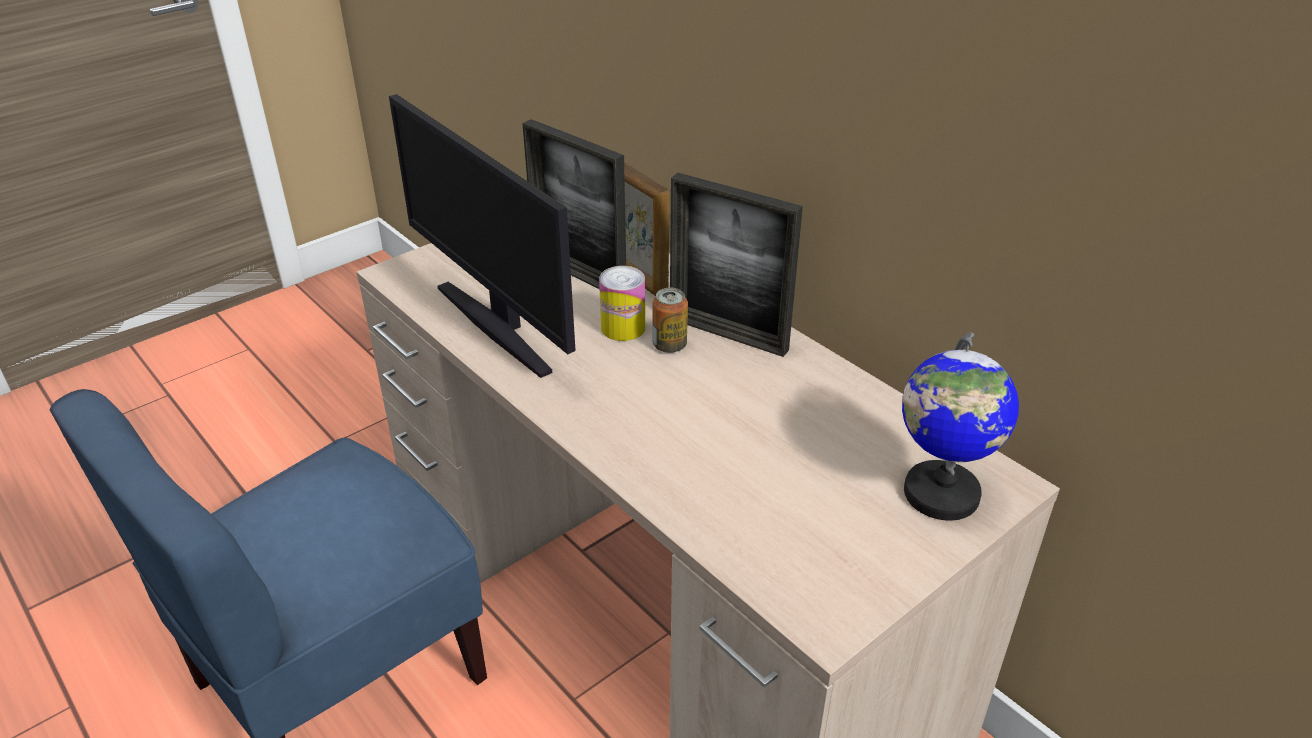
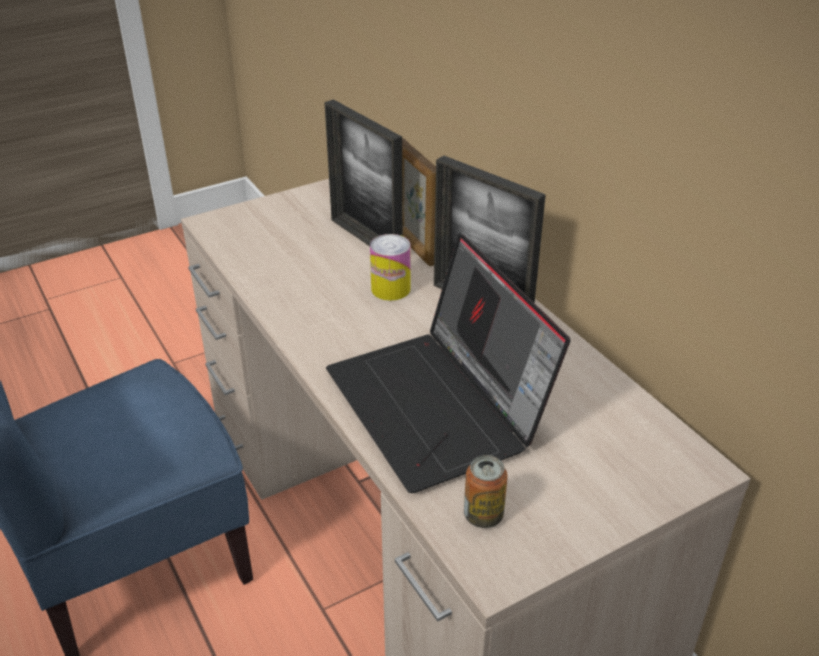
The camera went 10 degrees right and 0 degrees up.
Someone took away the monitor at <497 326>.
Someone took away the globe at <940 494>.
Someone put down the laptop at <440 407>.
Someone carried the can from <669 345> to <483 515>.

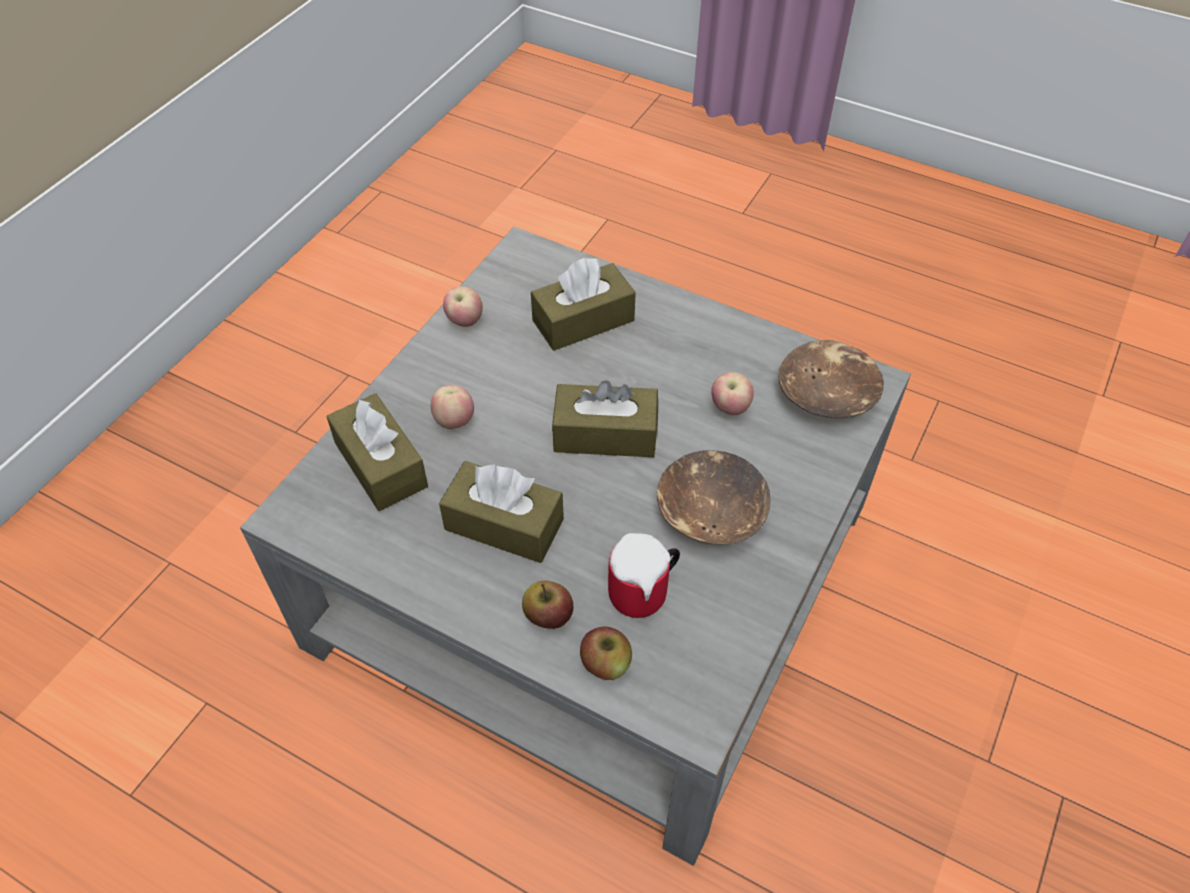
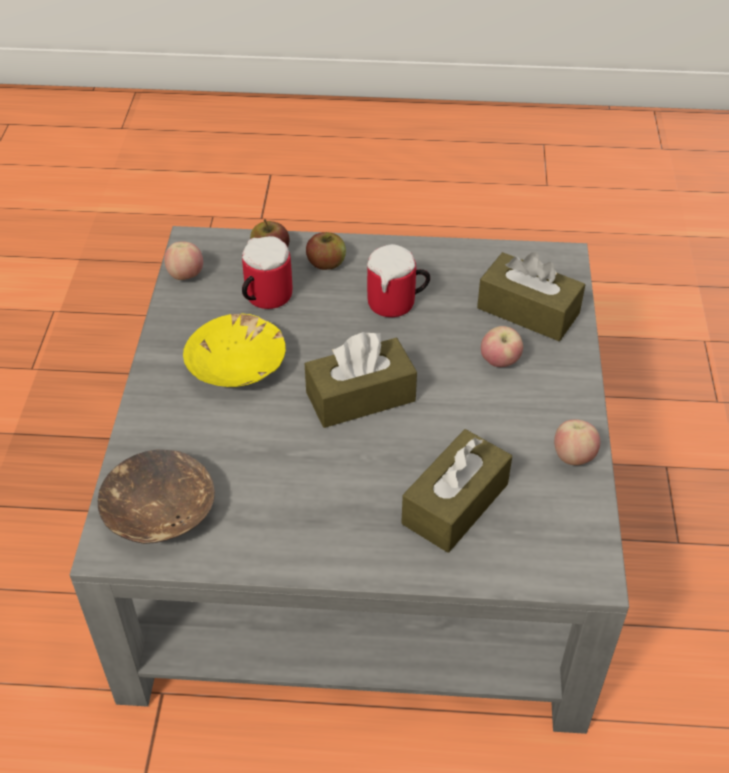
The camera went 155 degrees right and 5 degrees down.
Someone carried the apple from <730 408> to <186 276>.
Someone swapped the brown tissue box at <504 524> for the mug at <398 304>.
Someone repainted the brown bowl at <709 510>, which became the yellow bowl at <237 366>.

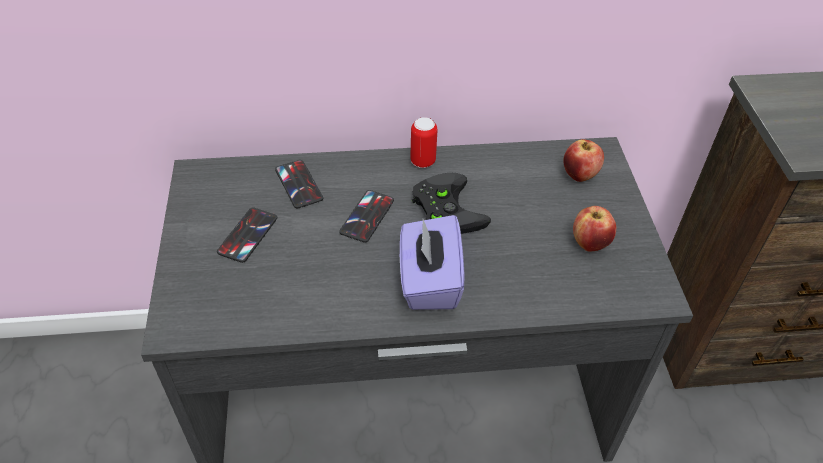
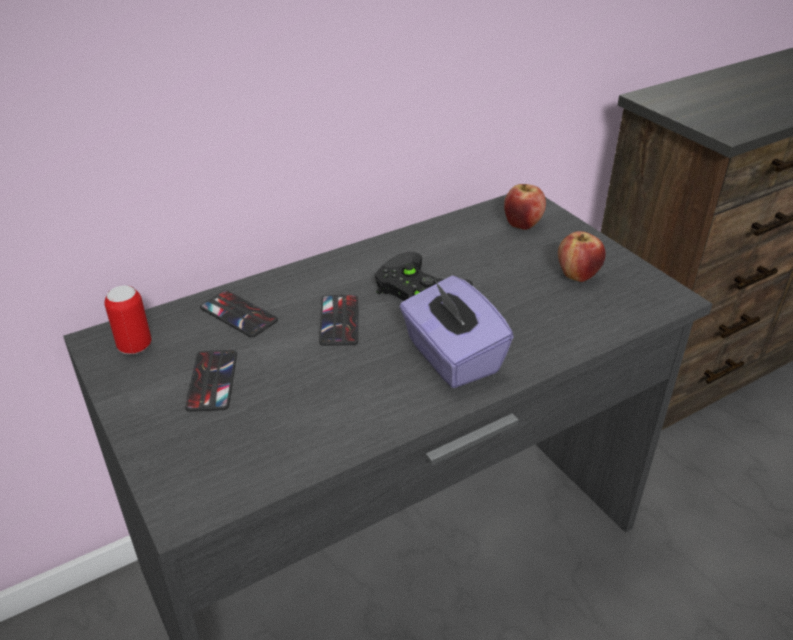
The camera went 25 degrees left and 10 degrees down.
Someone carried the can from <423 161> to <135 346>.

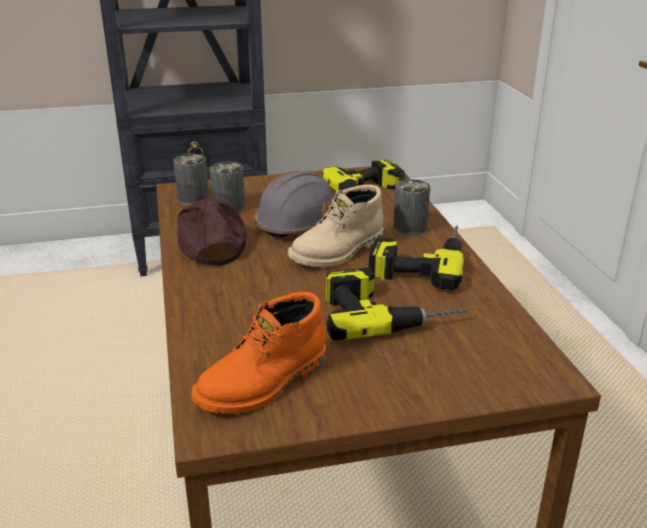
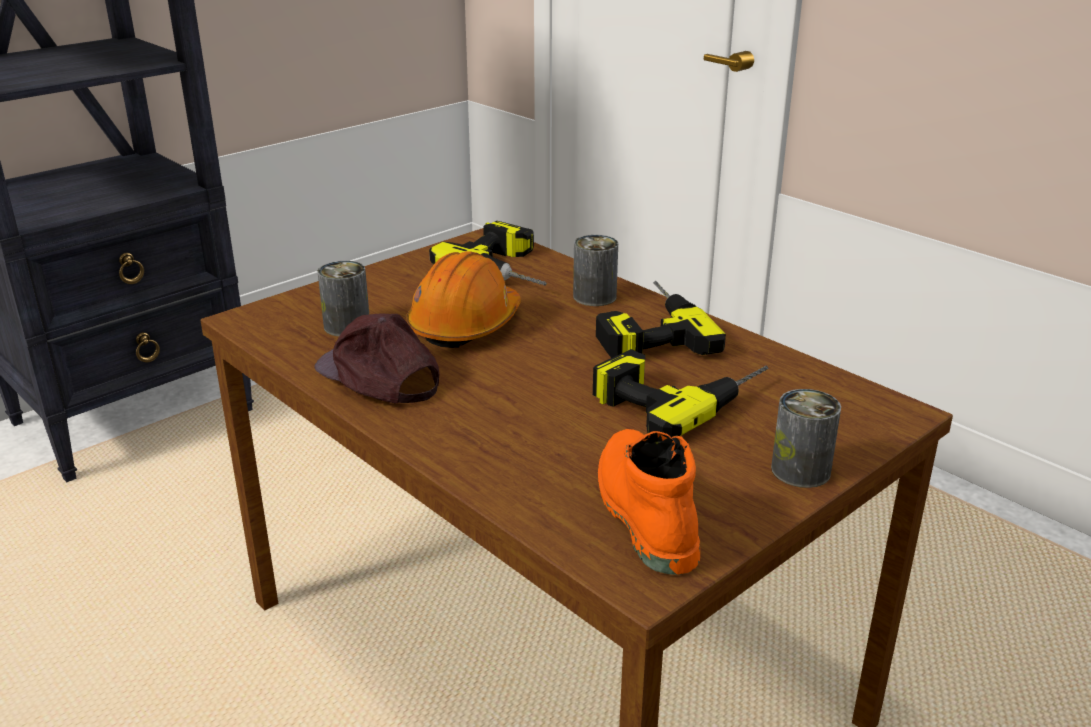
The camera went 30 degrees left and 0 degrees up.
Someone took away the beige boot at <338 252>.
Someone carried the can from <193 198> to <800 470>.
Someone repainted the grey hard hat at <300 225>, which became the orange hard hat at <465 325>.
Someone rotated the orange boot at <264 384> by 150 degrees clockwise.

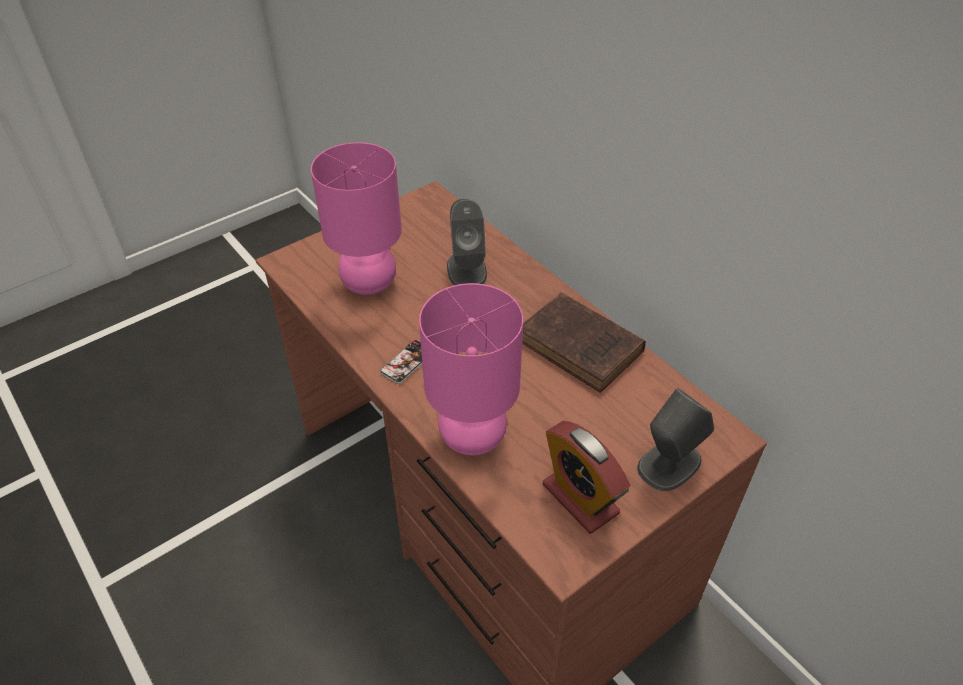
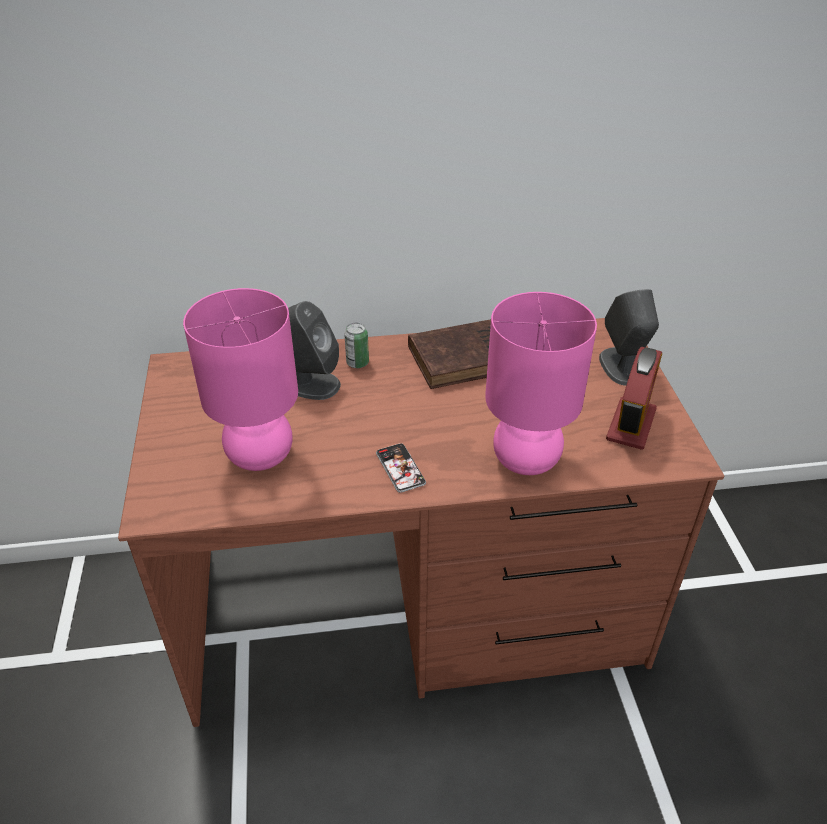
The camera went 60 degrees left and 5 degrees down.
Someone put down the can at <357 363>.
Someone rotated the alarm clock at <580 498> by 60 degrees counterclockwise.

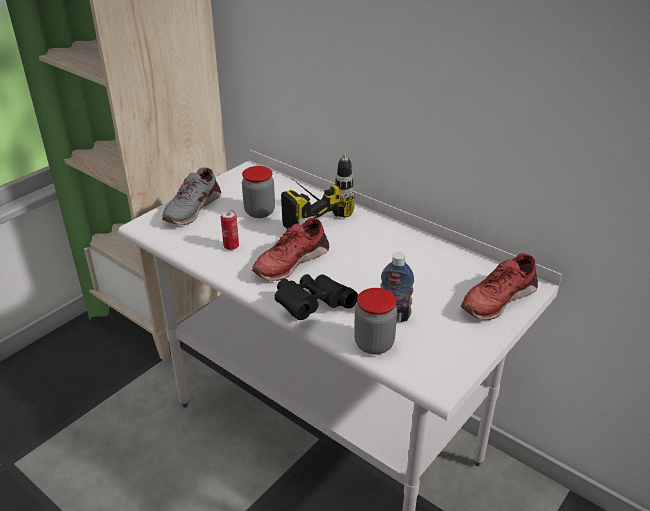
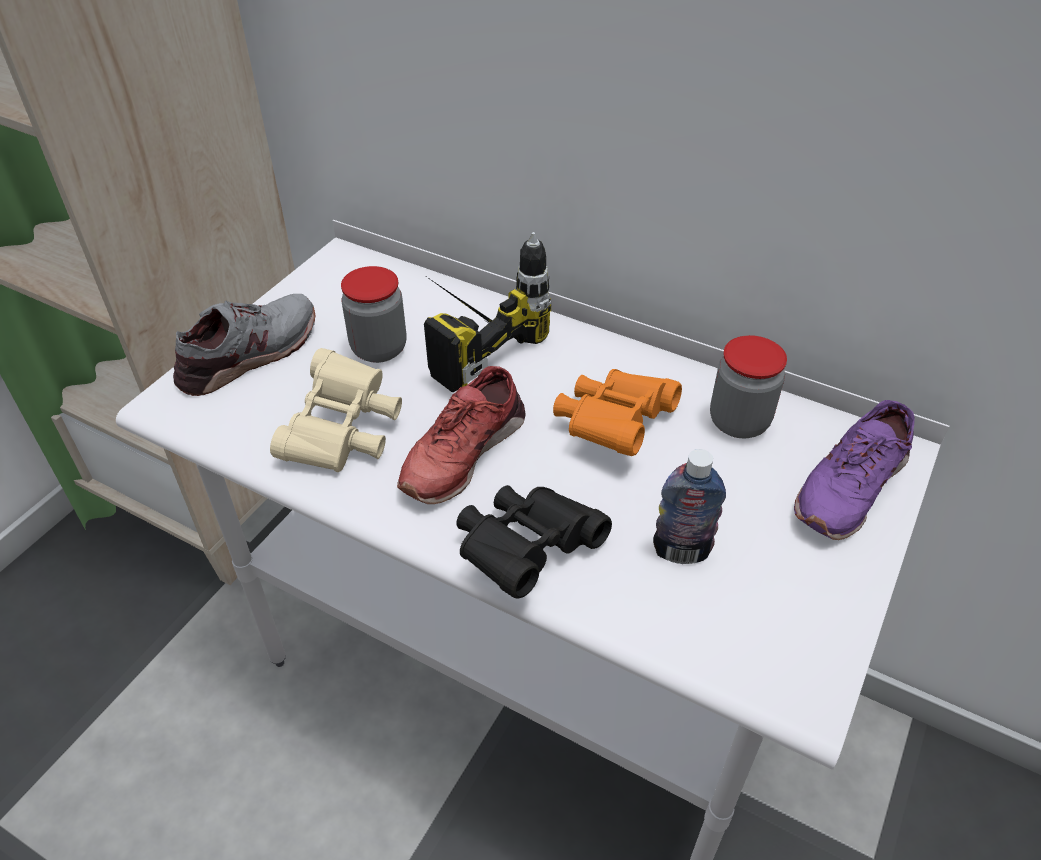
The camera went 10 degrees left and 10 degrees up.
Someone put down the orange binoculars at <613 425>.
Someone carried the jar from <374 344> to <739 422>.
Someone swapped the can at <231 246> for the beige binoculars at <343 433>.
Someone repainted the red shoe at <498 298>, which became the purple shoe at <849 486>.
Someone rotated the grey shoe at <192 208> by 150 degrees counterclockwise.

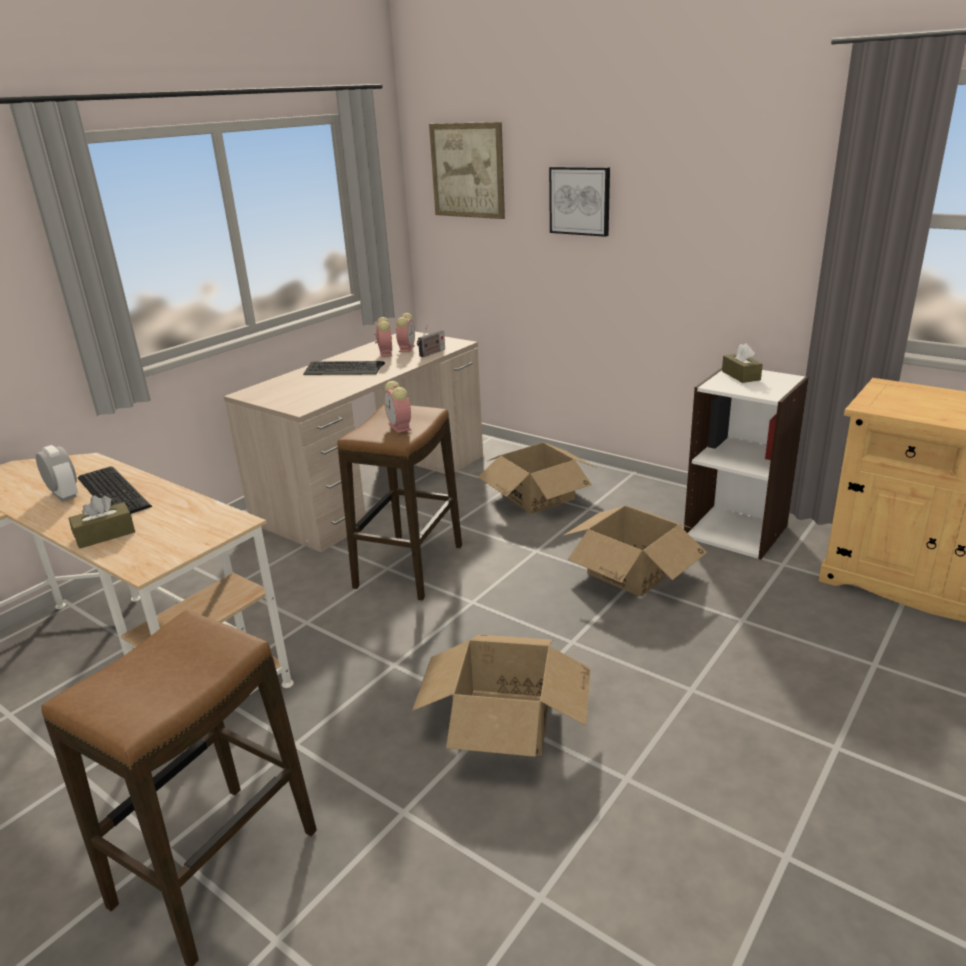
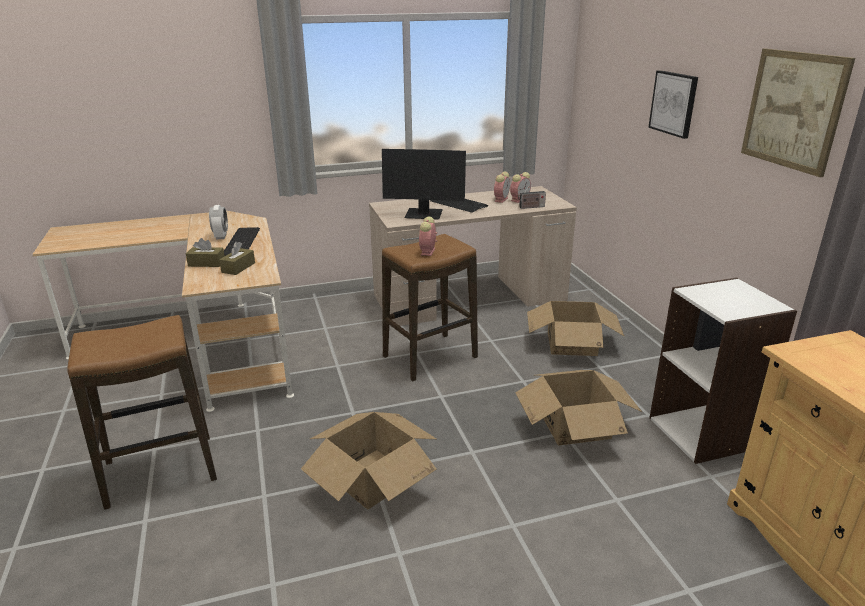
The camera went 35 degrees right and 0 degrees up.
Someone put down the monitor at <424 214>.
Someone carried the picture from <467 170> to <793 110>.
Someone carried the brown tissue box from <740 375> to <238 267>.

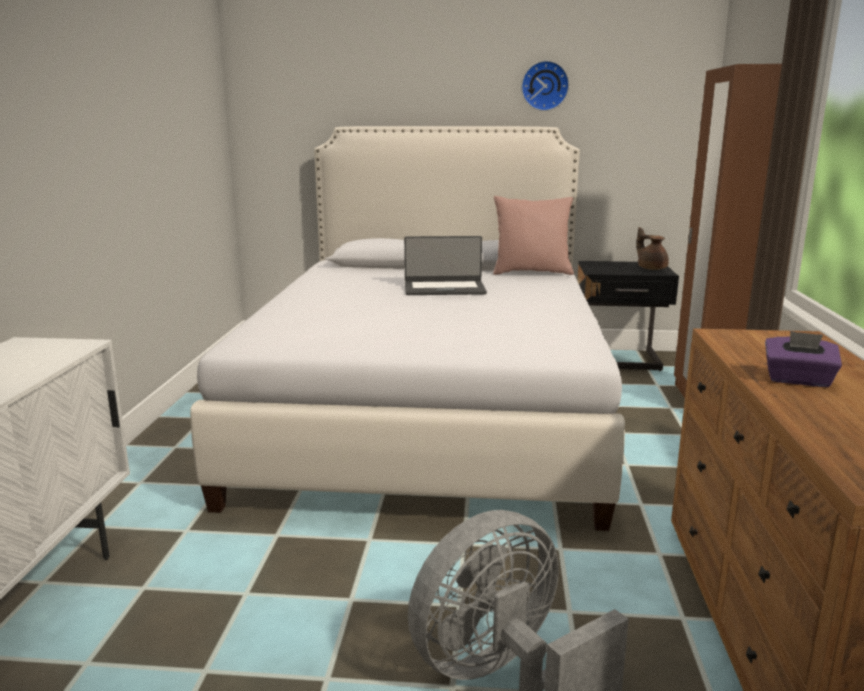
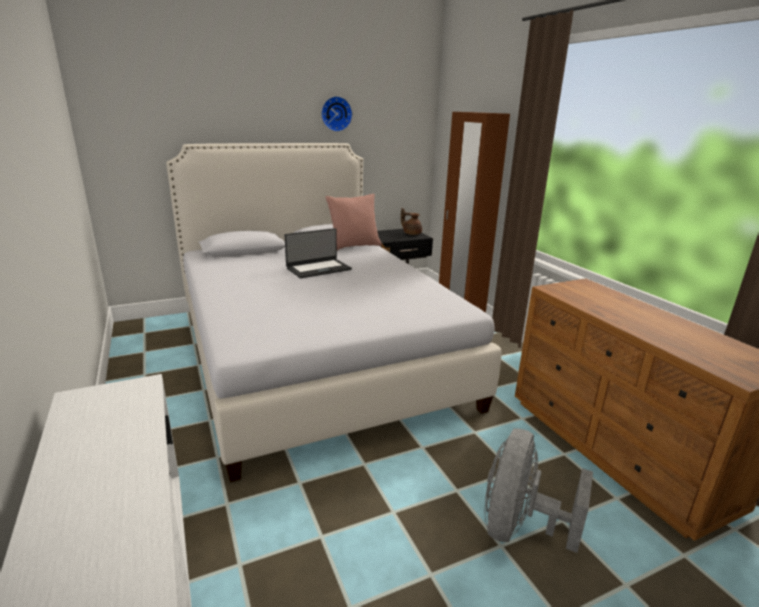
The camera went 30 degrees left and 5 degrees up.
Someone took away the purple tissue box at <798 380>.

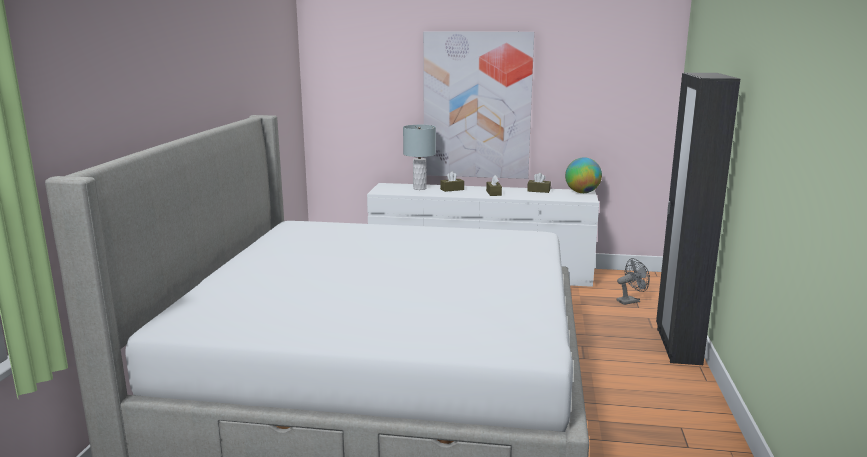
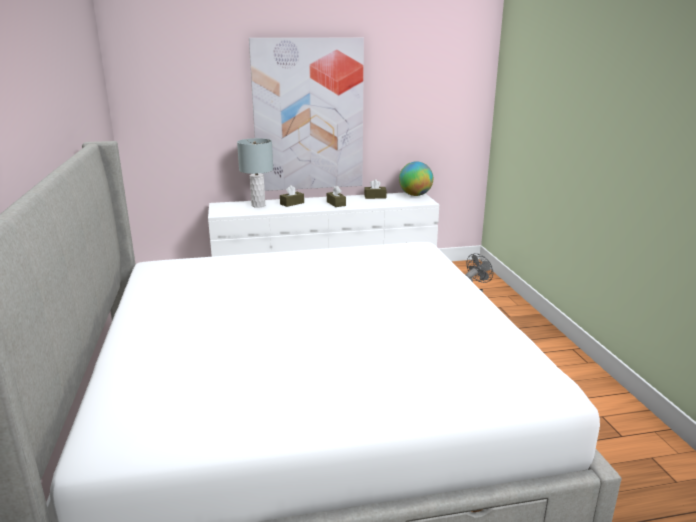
The camera went 20 degrees left and 5 degrees up.
Someone took away the black wardrobe at <677 346>.

